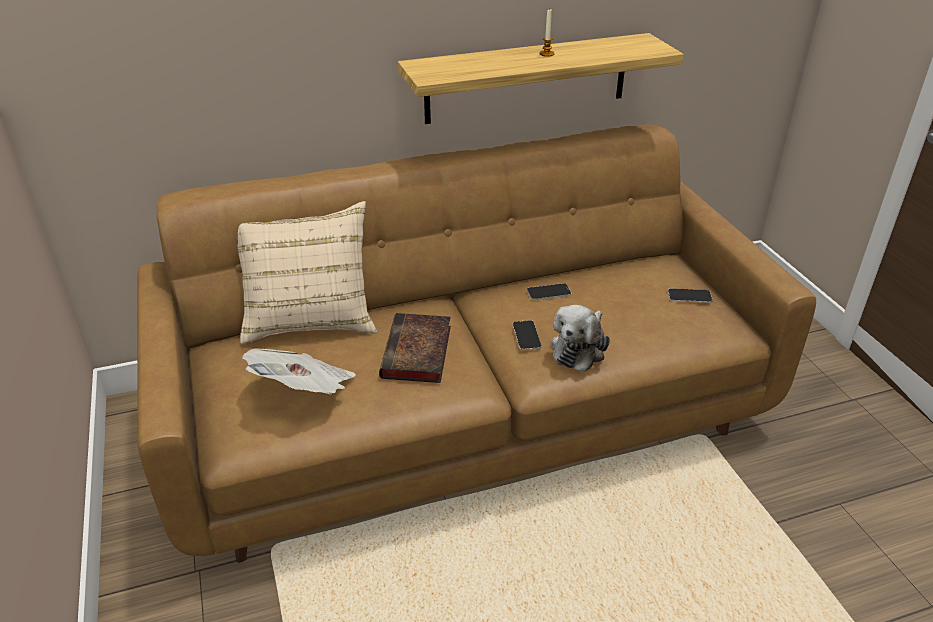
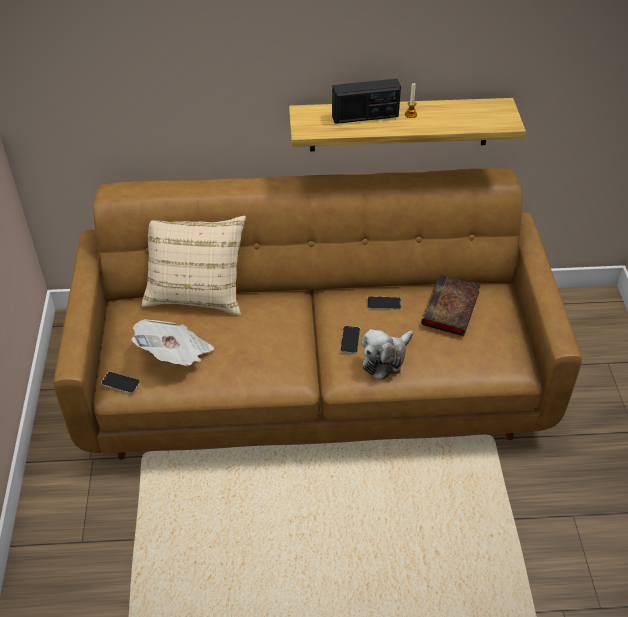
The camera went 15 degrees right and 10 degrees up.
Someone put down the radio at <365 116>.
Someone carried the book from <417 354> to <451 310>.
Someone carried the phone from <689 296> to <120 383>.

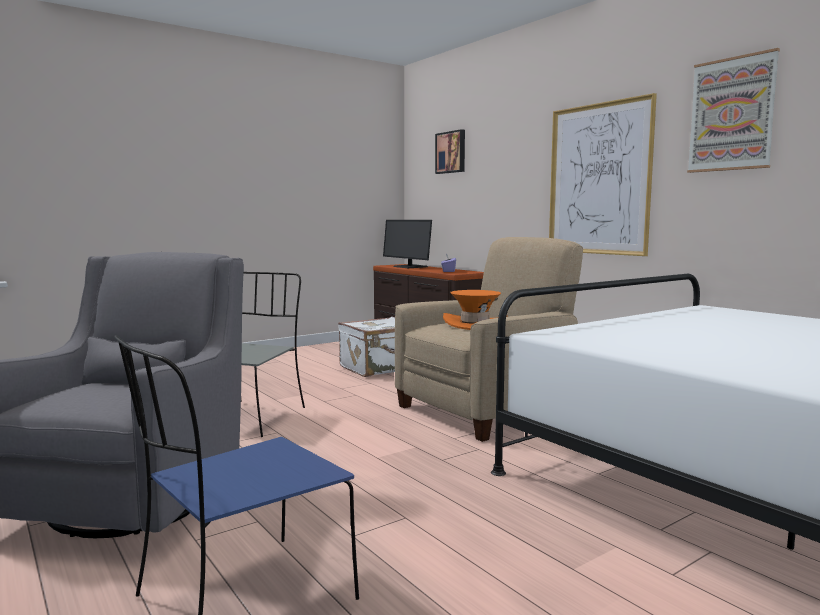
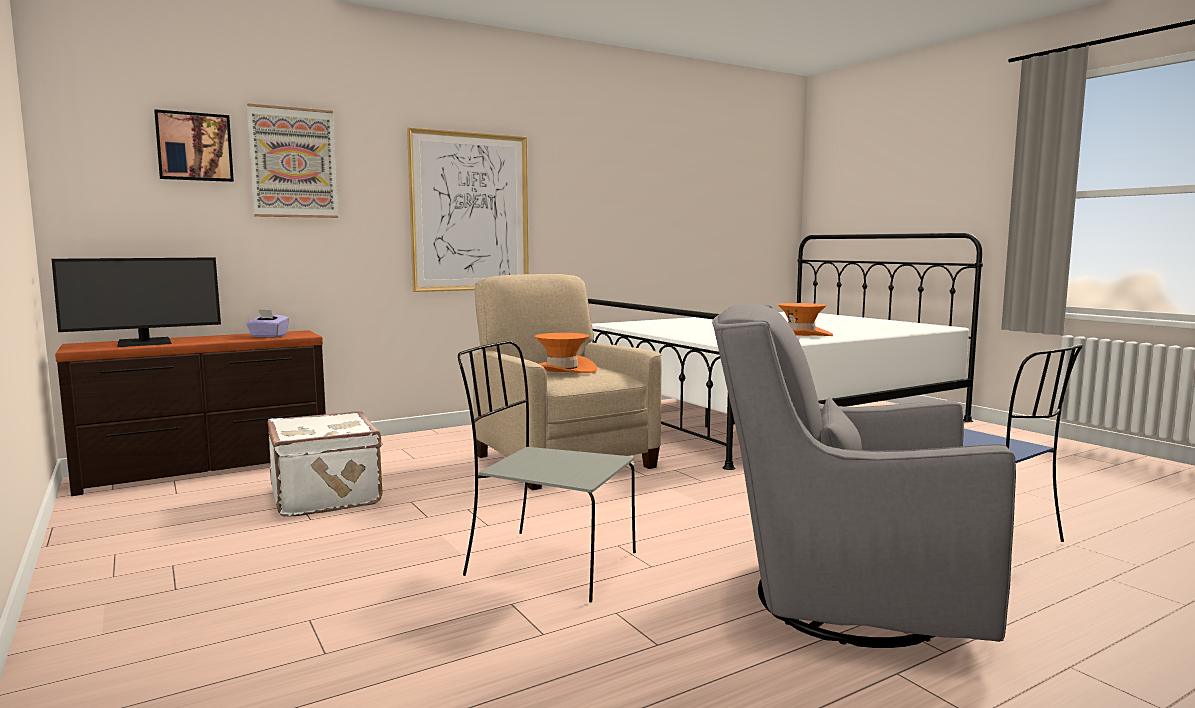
The camera went 85 degrees left and 0 degrees up.
Someone put down the orange hat at <800 335>.
Someone carried the picture from <731 114> to <293 163>.

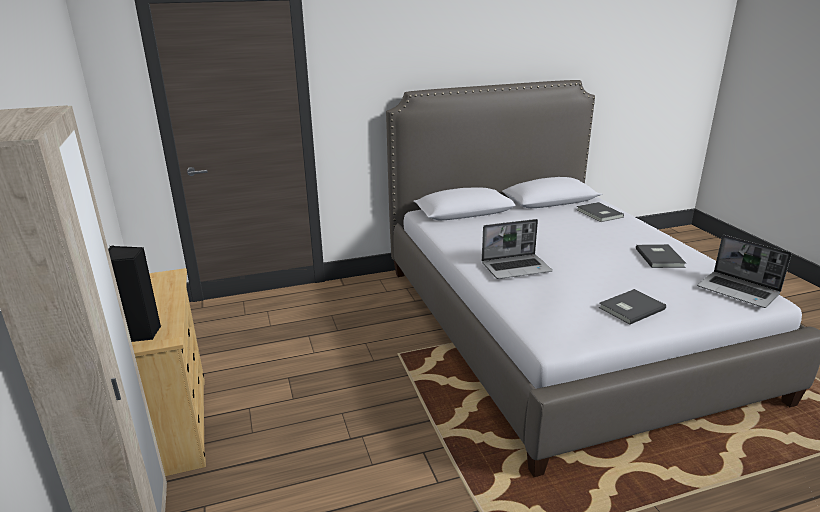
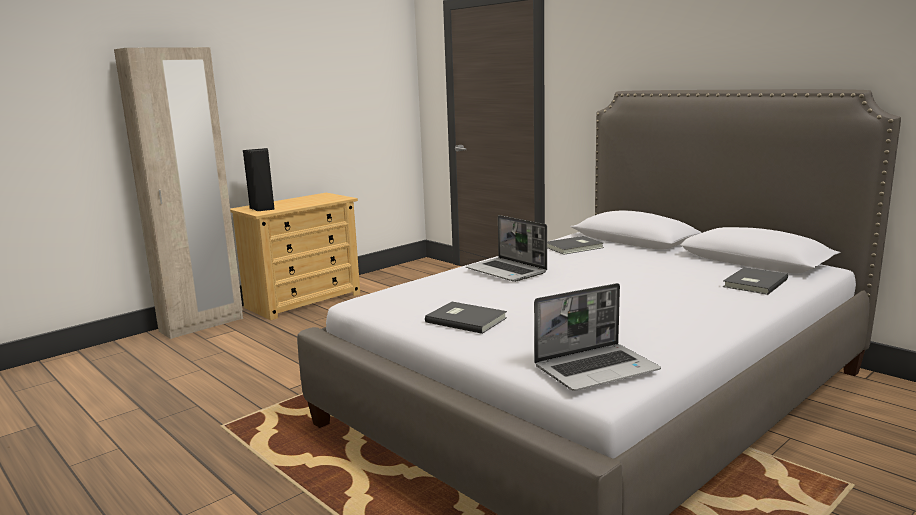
The camera went 65 degrees right and 10 degrees down.
Someone carried the grey book from <660 257> to <575 247>.
Someone rotated the laptop at <739 291> by 135 degrees counterclockwise.

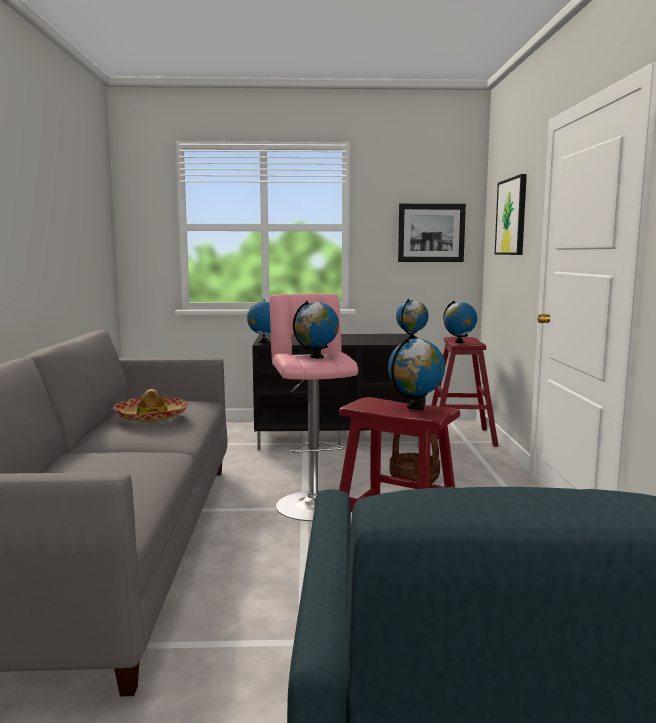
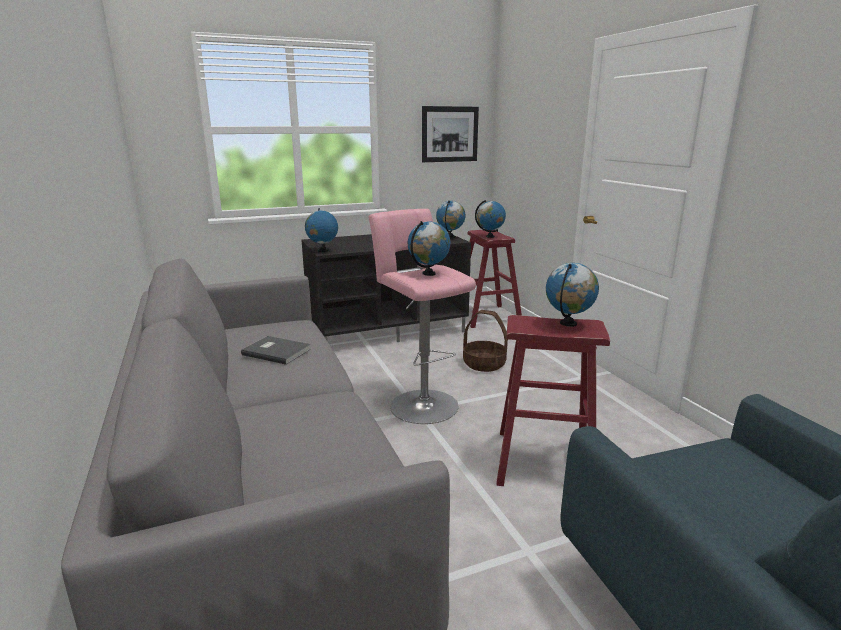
The camera went 20 degrees left and 10 degrees up.
Someone took away the picture at <511 217>.
Someone swapped the hat at <152 417> for the grey book at <276 351>.

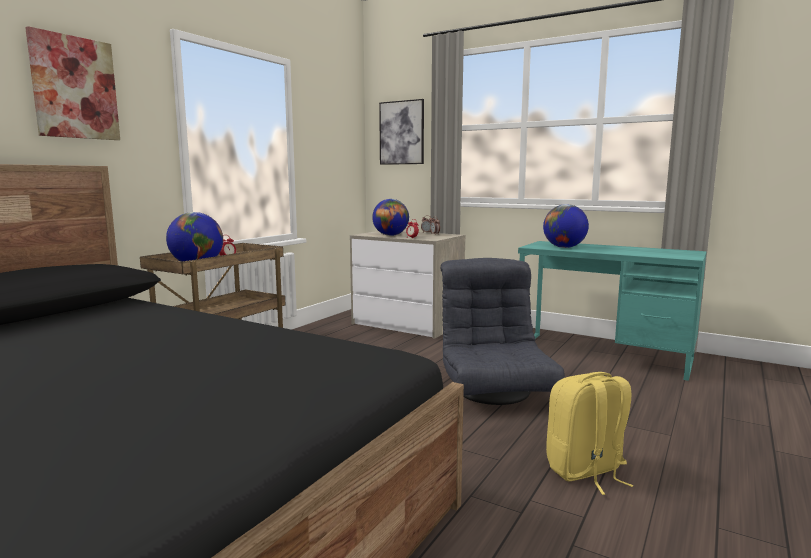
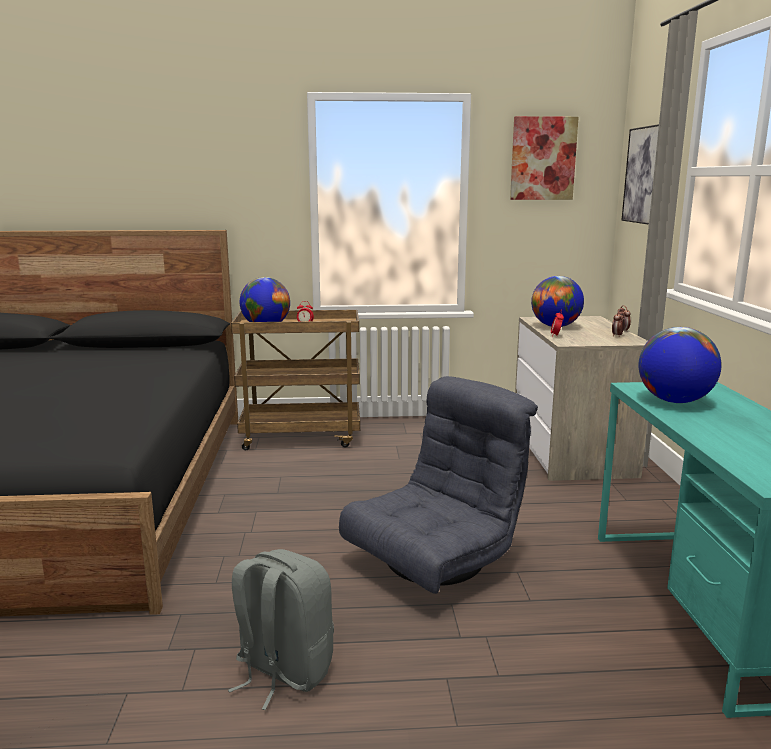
The camera went 55 degrees right and 5 degrees up.
Someone carried the picture from <75 88> to <543 158>.
Someone repainted the yellow backpack at <586 471>, which became the grey backpack at <282 671>.

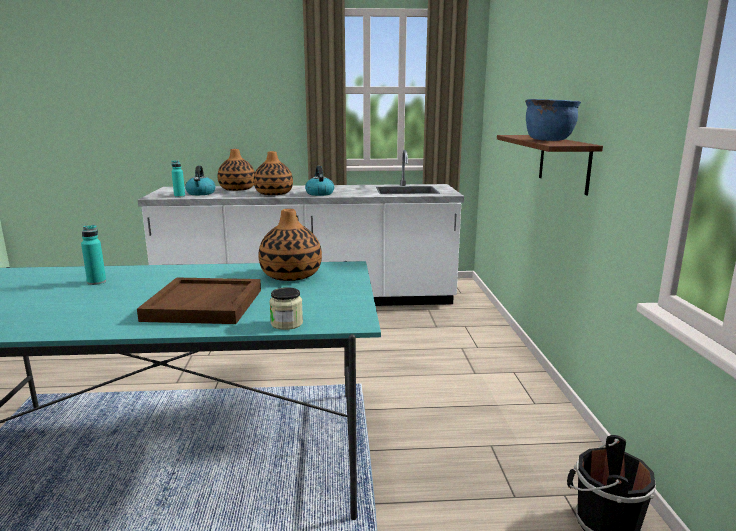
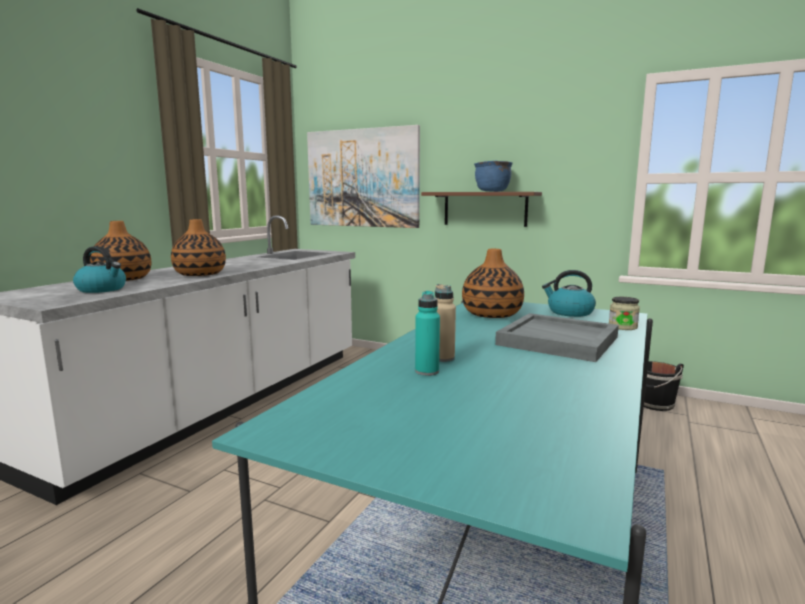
The camera went 60 degrees left and 5 degrees down.
Someone took away the turquoise bottle at <179 196>.
Someone put up the picture at <362 178>.
Someone put down the beige bottle at <443 358>.
Someone carried the kettle from <319 193> to <569 312>.
Someone repainted the brown tray at <205 305>, which became the grey tray at <559 341>.

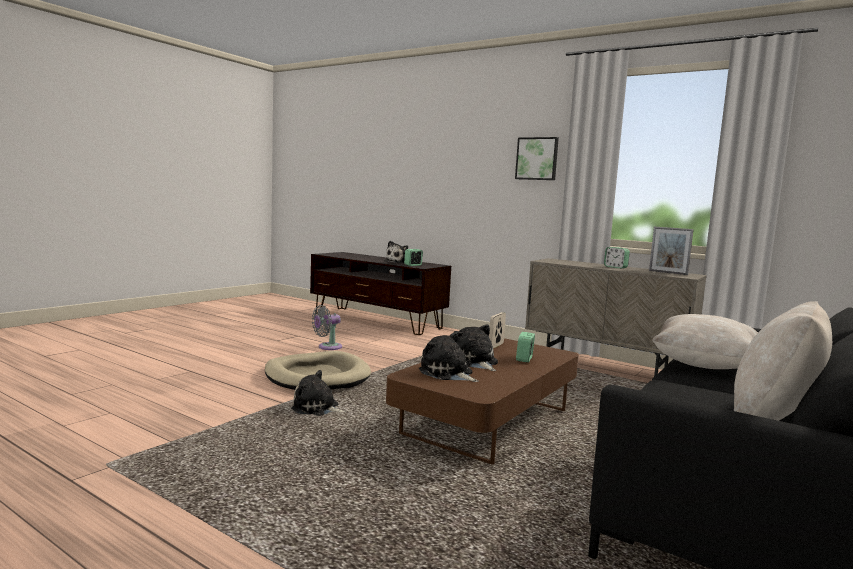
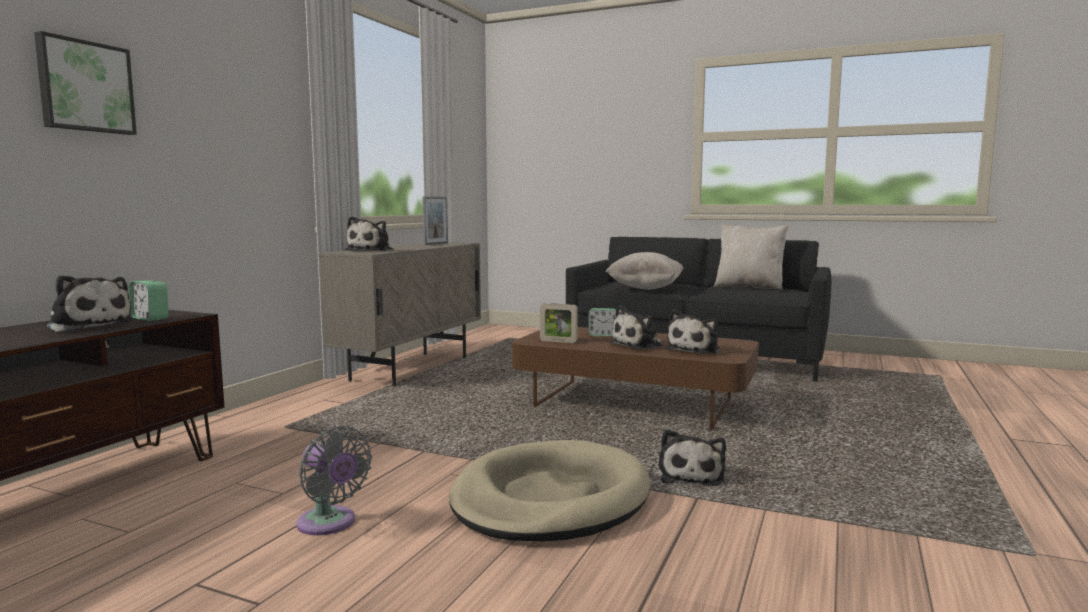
The camera went 100 degrees left and 0 degrees up.
Someone took away the alarm clock at <615 267>.
Someone put down the plush toy at <372 250>.
Someone carried the picture from <537 158> to <85 86>.

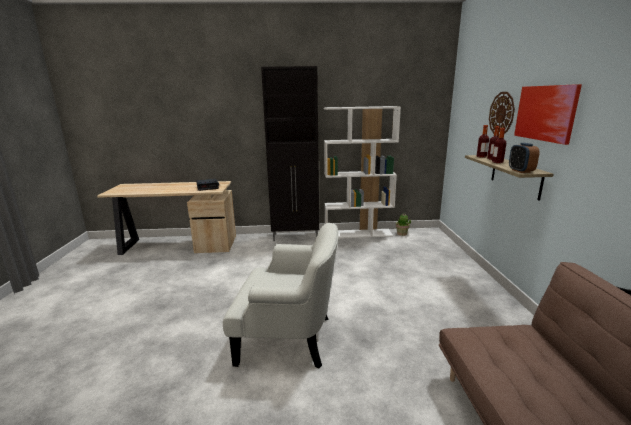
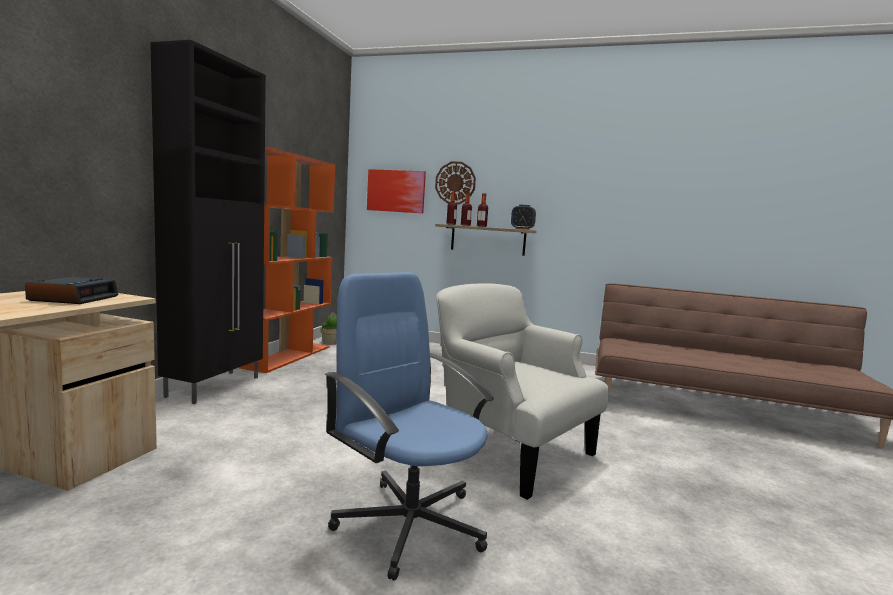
The camera went 70 degrees left and 10 degrees down.
Someone put down the blue office chair at <409 523>.
Someone carried the picture from <545 113> to <396 191>.
Someone repainted the white bookcase at <358 234>, which became the orange bookcase at <288 356>.
Someone rotated the white armchair at <289 337> by 75 degrees counterclockwise.

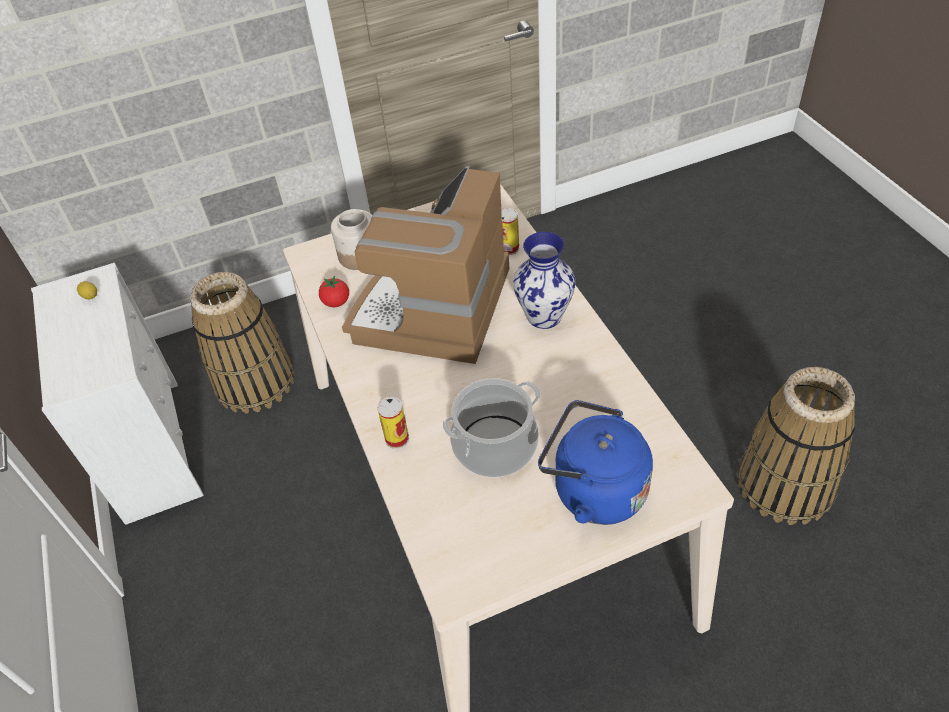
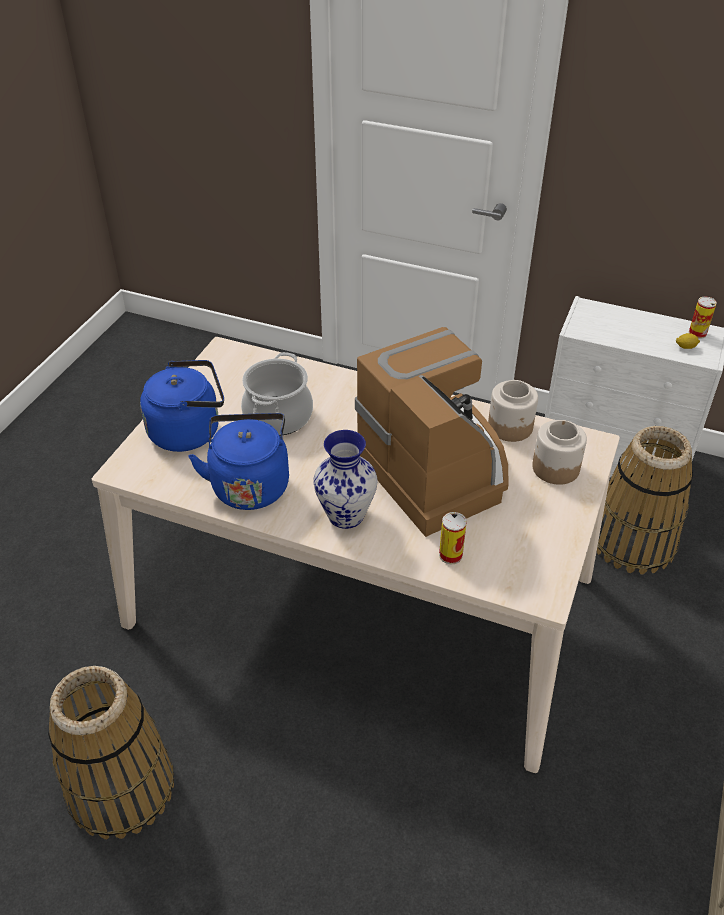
The camera went 130 degrees right and 5 degrees down.
Someone put down the blue kettle at <250 484>.
Someone carried the can from <397 438> to <697 333>.
Someone swapped the tomato at <336 302> for the jar at <510 427>.

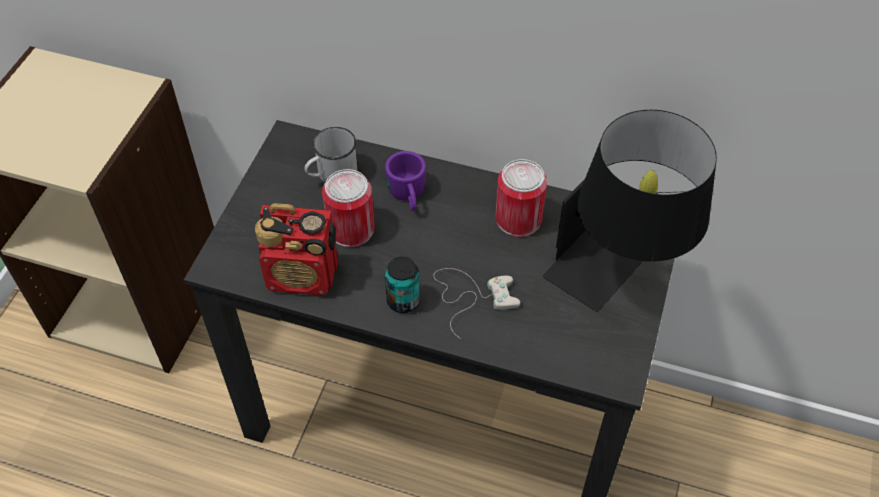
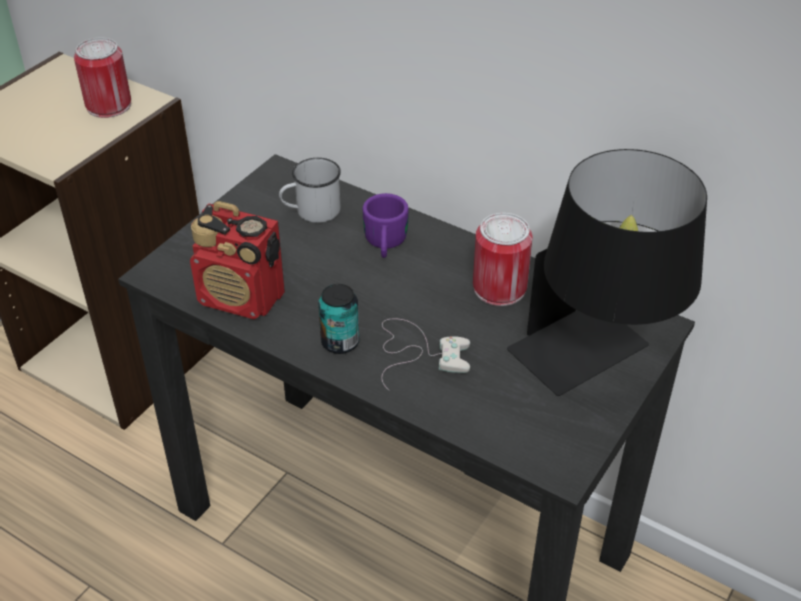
The camera went 15 degrees right and 10 degrees down.
Someone carried the can from <351 229> to <109 105>.

